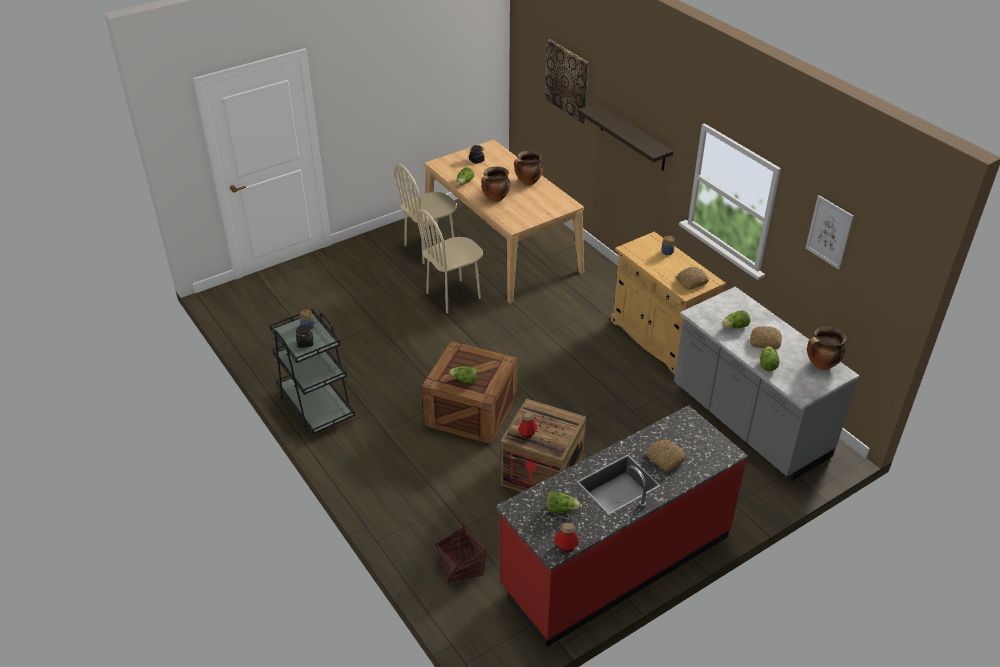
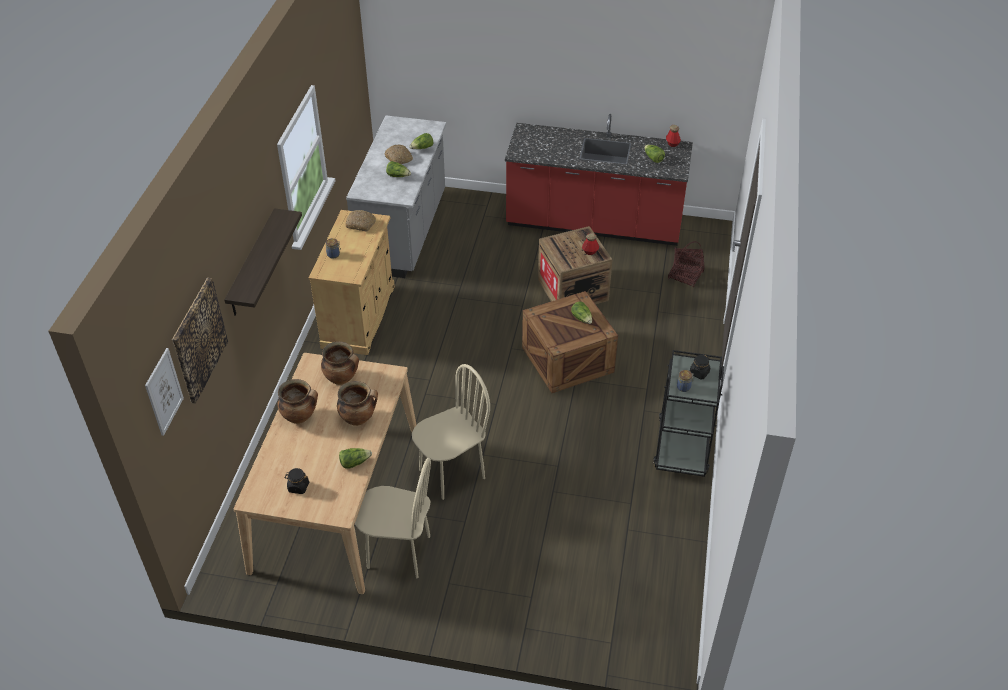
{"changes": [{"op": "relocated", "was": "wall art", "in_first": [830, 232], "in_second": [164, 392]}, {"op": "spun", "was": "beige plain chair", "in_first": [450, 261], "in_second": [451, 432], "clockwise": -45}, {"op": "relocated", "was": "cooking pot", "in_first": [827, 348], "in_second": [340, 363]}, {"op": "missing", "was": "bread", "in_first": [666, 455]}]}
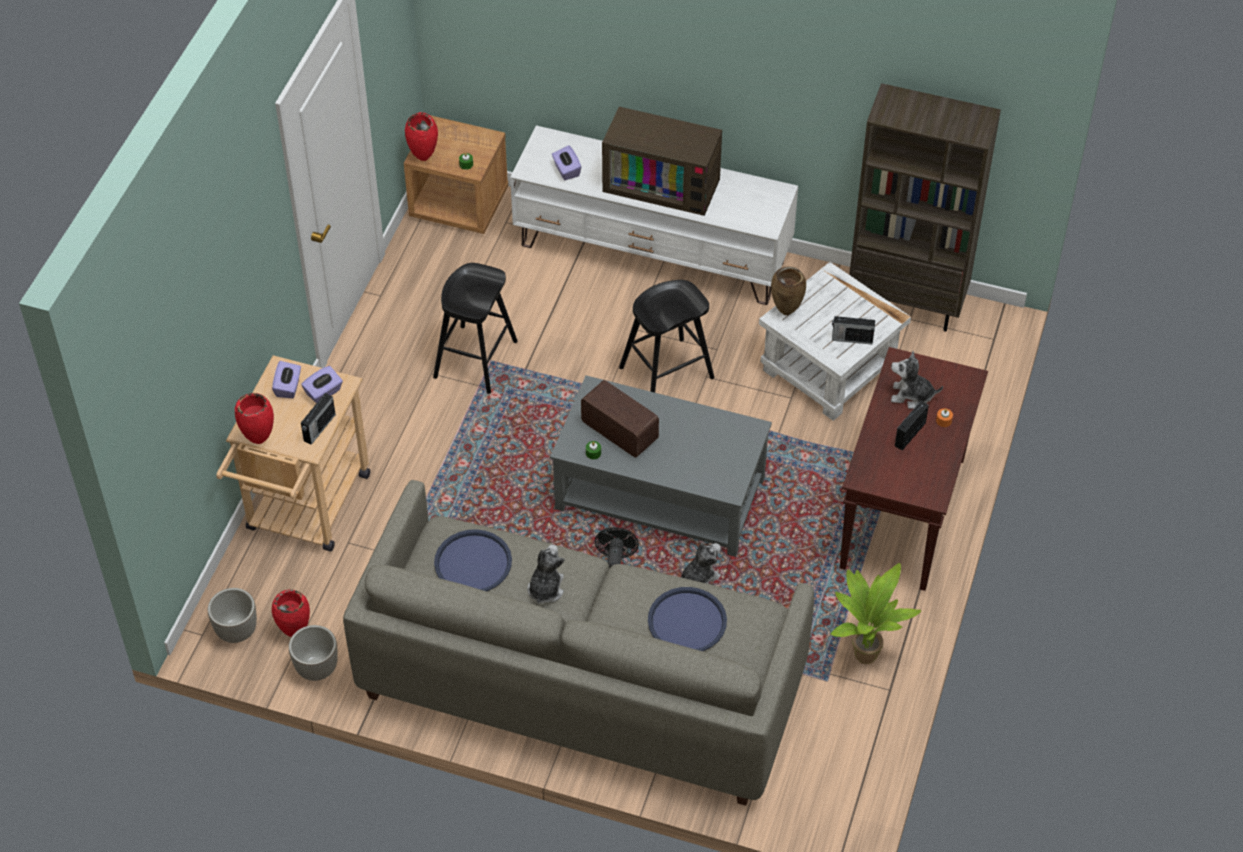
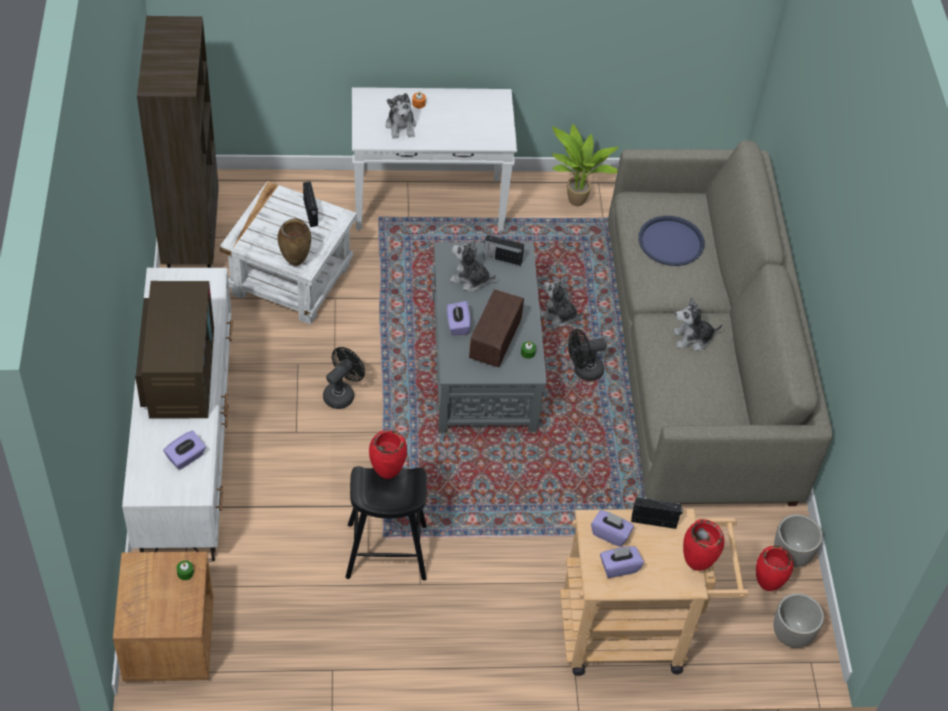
{"changes": [{"op": "relocated", "was": "red vase", "in_first": [421, 136], "in_second": [388, 454]}, {"op": "exchanged", "was": "blackish sitting stool", "now": "blackish cooling fan", "in_first": [667, 336], "in_second": [344, 378]}, {"op": "colour", "was": "brown narrow table", "now": "white narrow table", "in_first": [914, 469], "in_second": [434, 159]}, {"op": "relocated", "was": "radio set", "in_first": [912, 425], "in_second": [503, 251]}, {"op": "missing", "was": "blue-coloured carrying tray", "in_first": [473, 560]}, {"op": "appeared", "now": "cuddly toy", "in_second": [473, 264]}, {"op": "appeared", "now": "purple-coloured tissue holder", "in_second": [459, 318]}]}
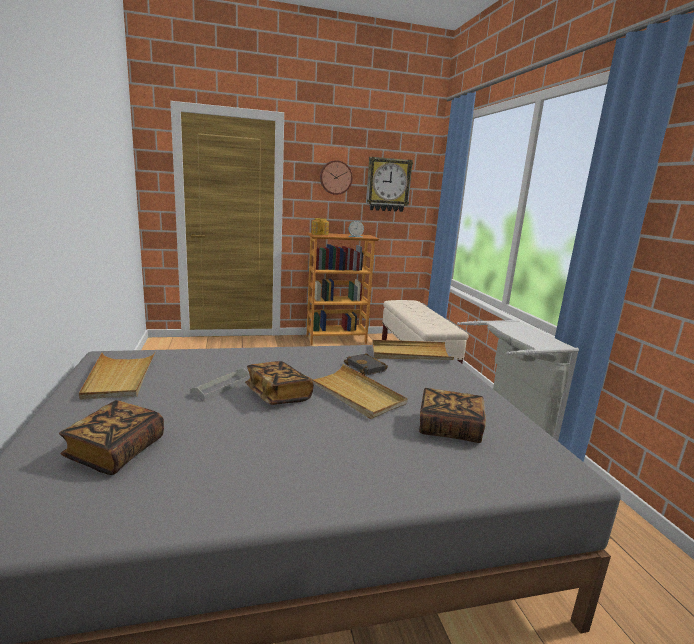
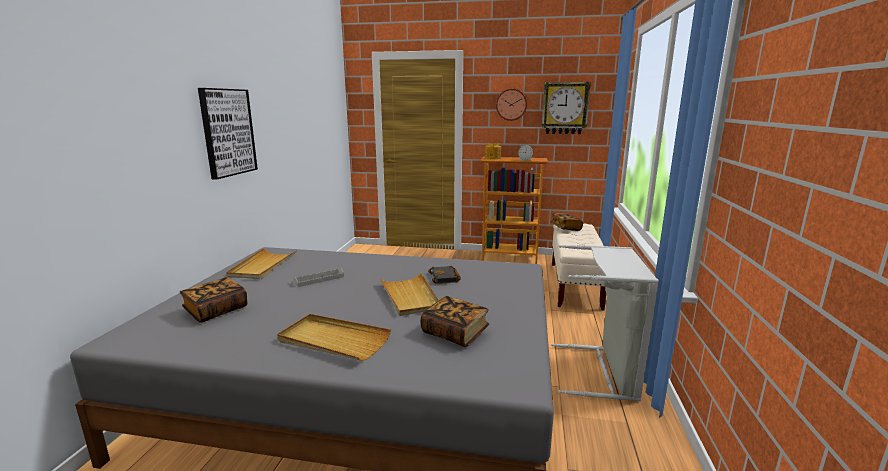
{"changes": [{"op": "relocated", "was": "beige carrying tray", "in_first": [413, 350], "in_second": [334, 337]}, {"op": "relocated", "was": "volume", "in_first": [279, 383], "in_second": [566, 222]}, {"op": "appeared", "now": "wall art", "in_second": [228, 134]}]}
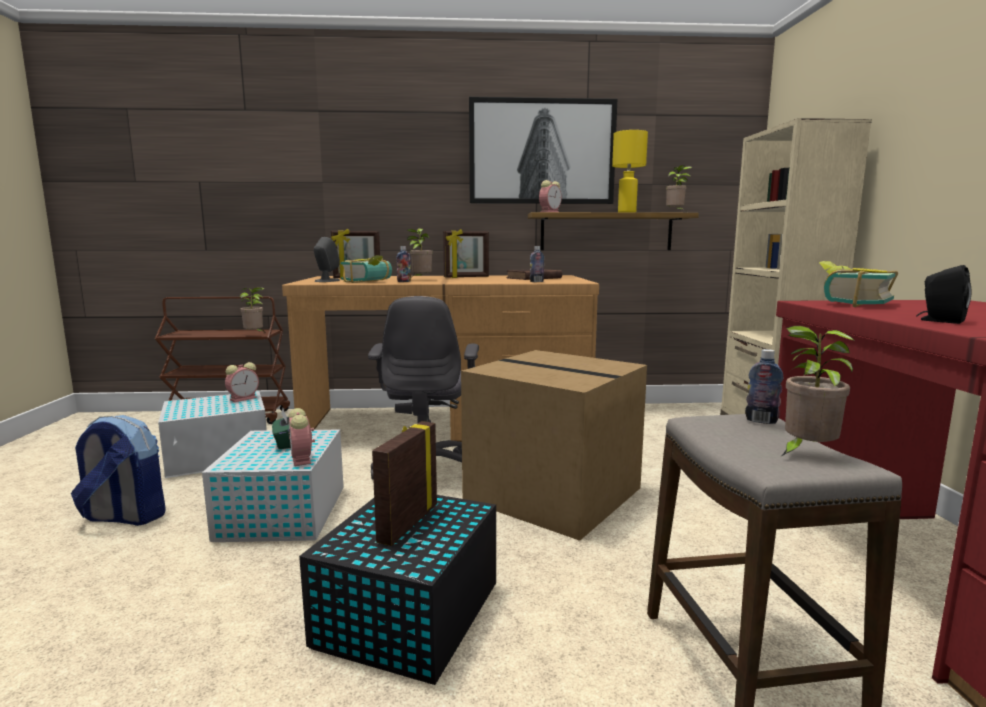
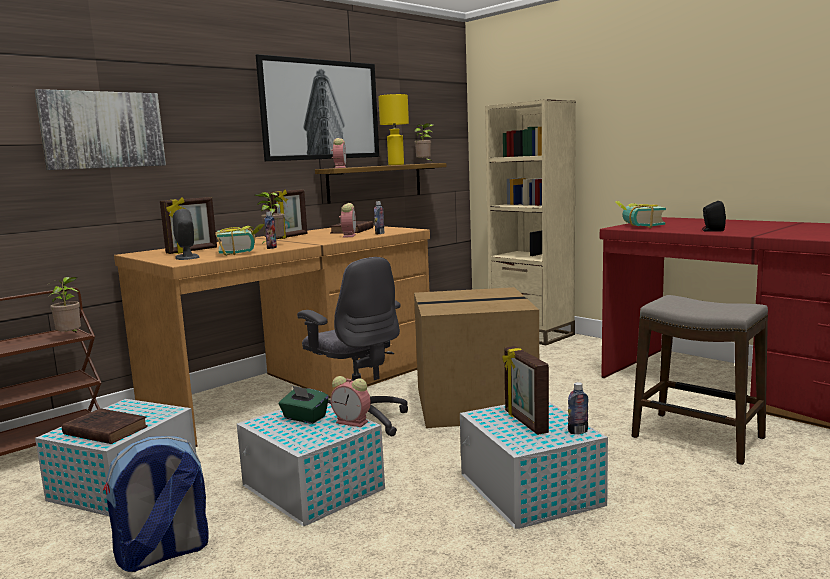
{"changes": [{"op": "missing", "was": "plant in a pot", "in_first": [818, 391]}, {"op": "relocated", "was": "drink bottle", "in_first": [764, 386], "in_second": [578, 408]}, {"op": "relocated", "was": "table clock", "in_first": [242, 382], "in_second": [347, 220]}, {"op": "colour", "was": "blackish storage bin", "now": "white storage bin", "in_first": [397, 590], "in_second": [534, 465]}, {"op": "appeared", "now": "wall art", "in_second": [100, 129]}, {"op": "appeared", "now": "brown volume", "in_second": [105, 426]}]}
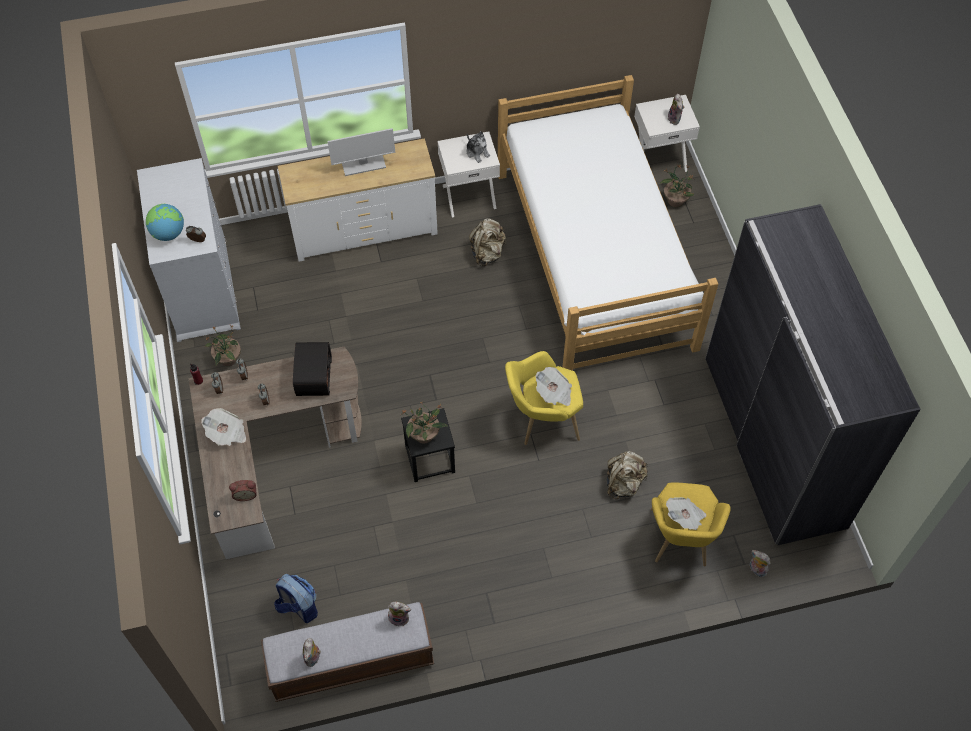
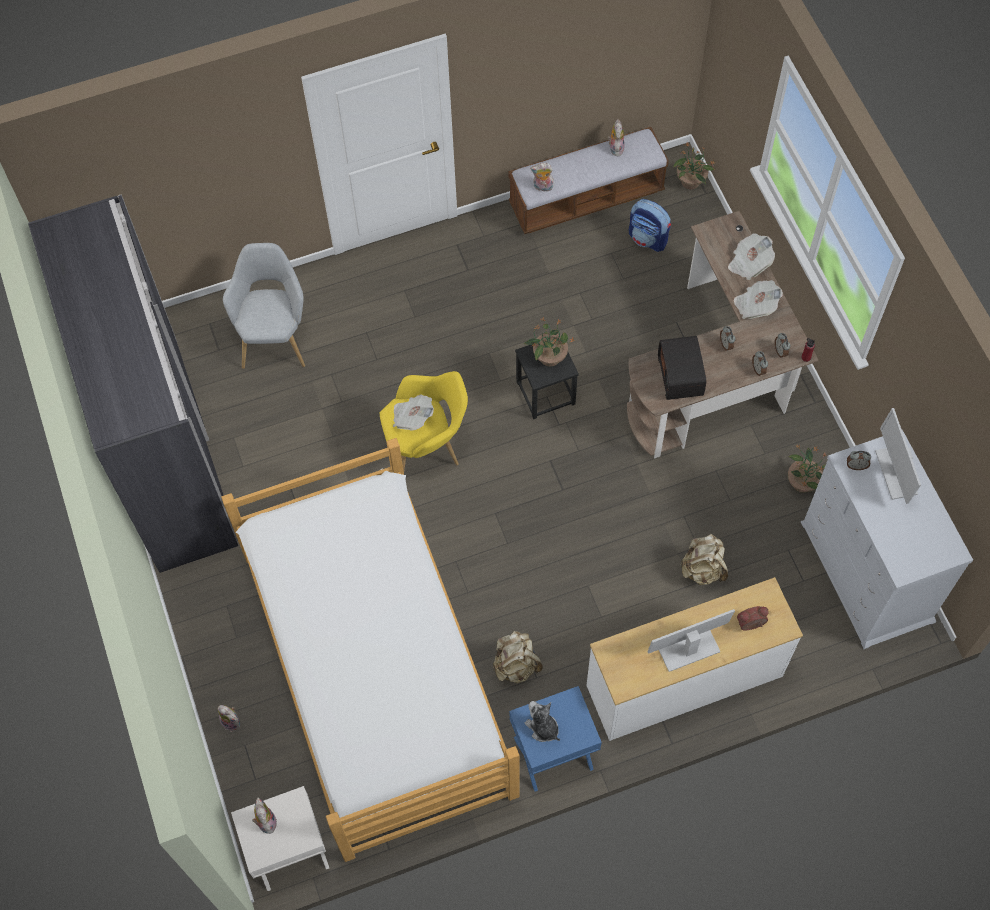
{"changes": [{"op": "colour", "was": "white bedside table", "now": "blue-coloured bedside table", "in_first": [468, 174], "in_second": [555, 739]}, {"op": "relocated", "was": "plant in a pot", "in_first": [677, 185], "in_second": [694, 165]}, {"op": "exchanged", "was": "globe", "now": "monitor", "in_first": [165, 222], "in_second": [898, 456]}, {"op": "relocated", "was": "beige knapsack", "in_first": [627, 475], "in_second": [704, 559]}, {"op": "relocated", "was": "table clock", "in_first": [243, 490], "in_second": [753, 618]}, {"op": "colour", "was": "yellow armchair", "now": "grey armchair", "in_first": [691, 524], "in_second": [264, 306]}, {"op": "relocated", "was": "printed paper", "in_first": [686, 513], "in_second": [751, 256]}, {"op": "relocated", "was": "cuddly toy", "in_first": [760, 563], "in_second": [229, 718]}]}
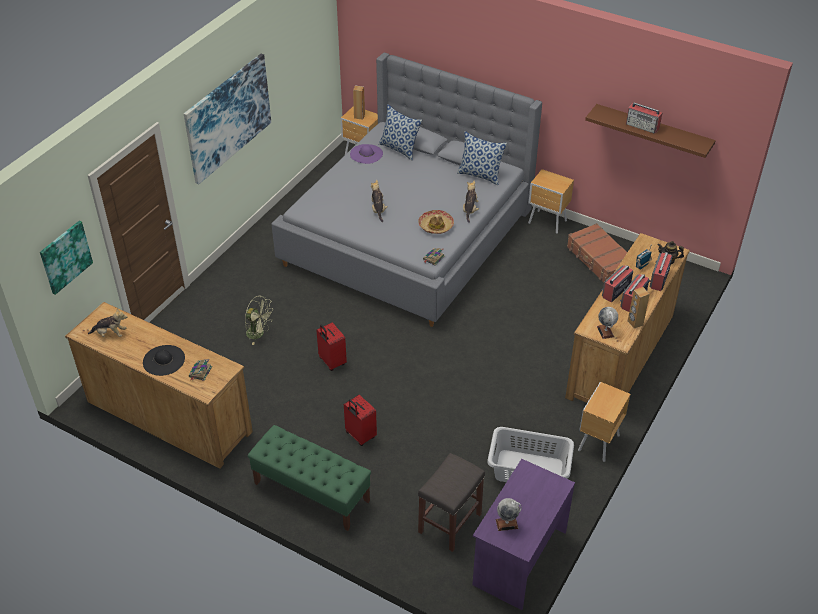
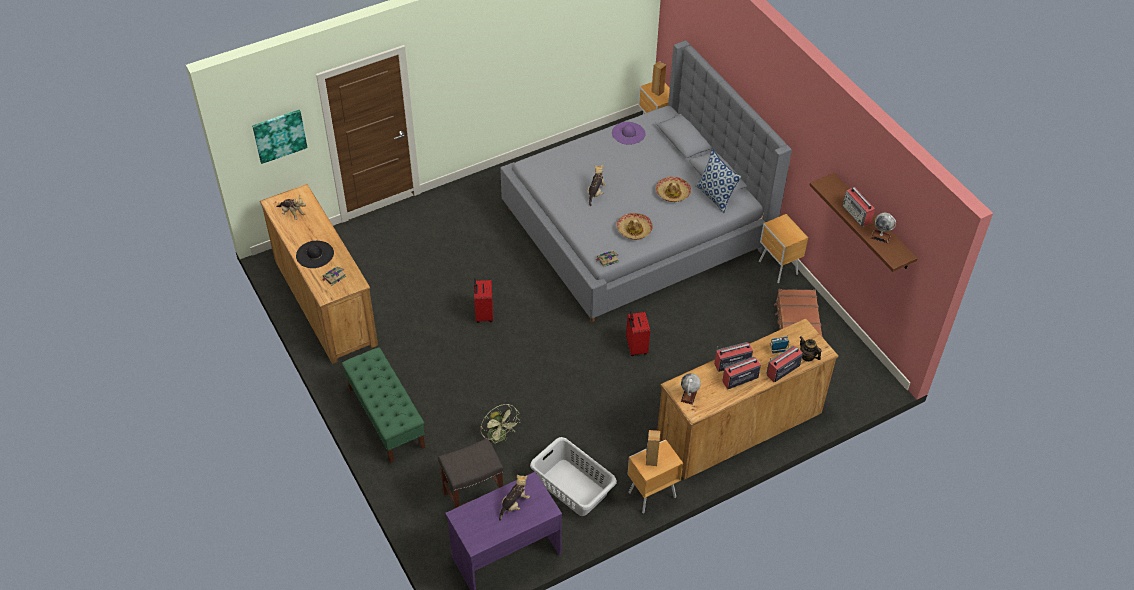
{"changes": [{"op": "missing", "was": "wall art", "in_first": [227, 119]}, {"op": "missing", "was": "cushion", "in_first": [400, 132]}, {"op": "relocated", "was": "cuddly toy", "in_first": [471, 201], "in_second": [514, 498]}, {"op": "relocated", "was": "brown audio speaker", "in_first": [639, 307], "in_second": [653, 448]}, {"op": "relocated", "was": "greenish cooling fan", "in_first": [259, 320], "in_second": [499, 423]}, {"op": "relocated", "was": "red suitcase", "in_first": [360, 420], "in_second": [638, 334]}, {"op": "relocated", "was": "globe", "in_first": [509, 514], "in_second": [883, 228]}, {"op": "appeared", "now": "clothing hat", "in_second": [673, 189]}]}
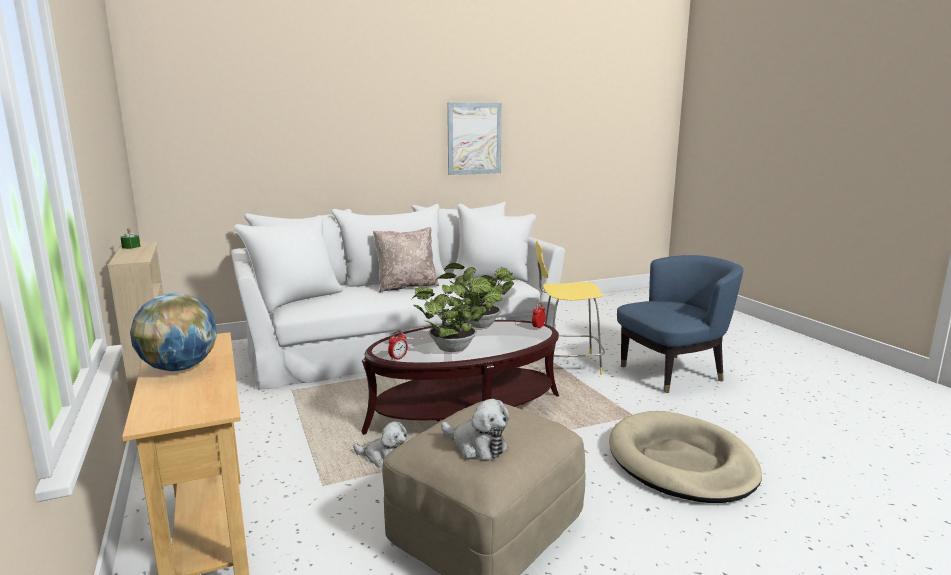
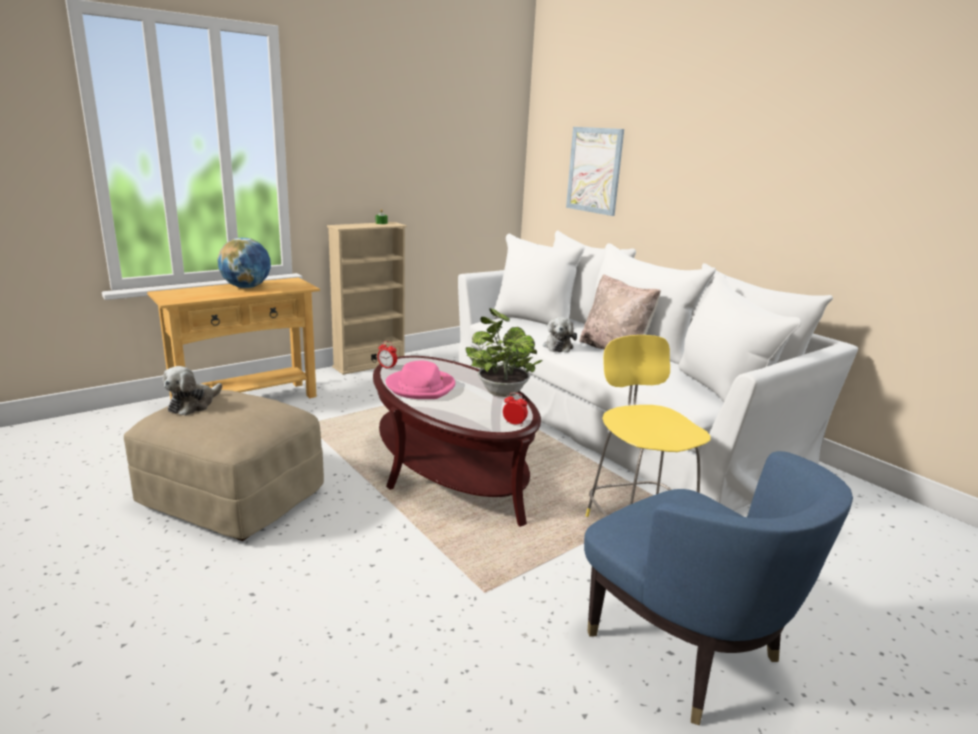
{"changes": [{"op": "relocated", "was": "wall art", "in_first": [474, 138], "in_second": [595, 171]}, {"op": "exchanged", "was": "plant in a pot", "now": "pink clothing hat", "in_first": [457, 314], "in_second": [420, 380]}, {"op": "missing", "was": "beige pet bed", "in_first": [685, 457]}, {"op": "relocated", "was": "cuddly toy", "in_first": [380, 445], "in_second": [560, 334]}]}
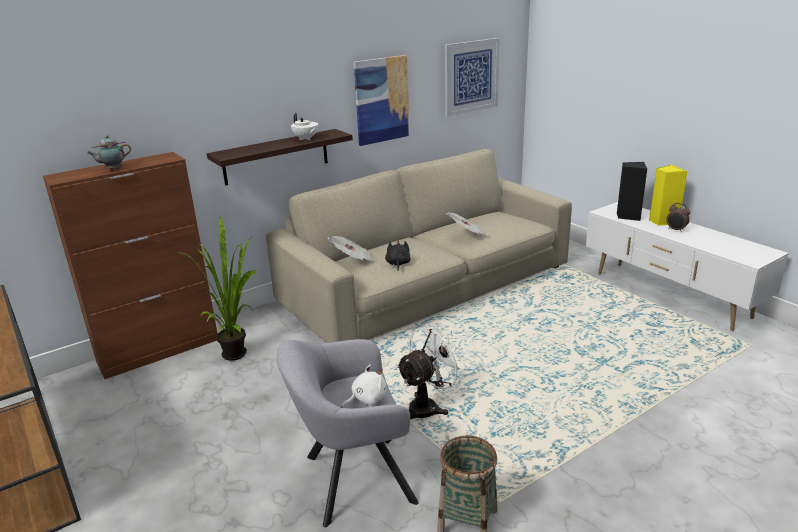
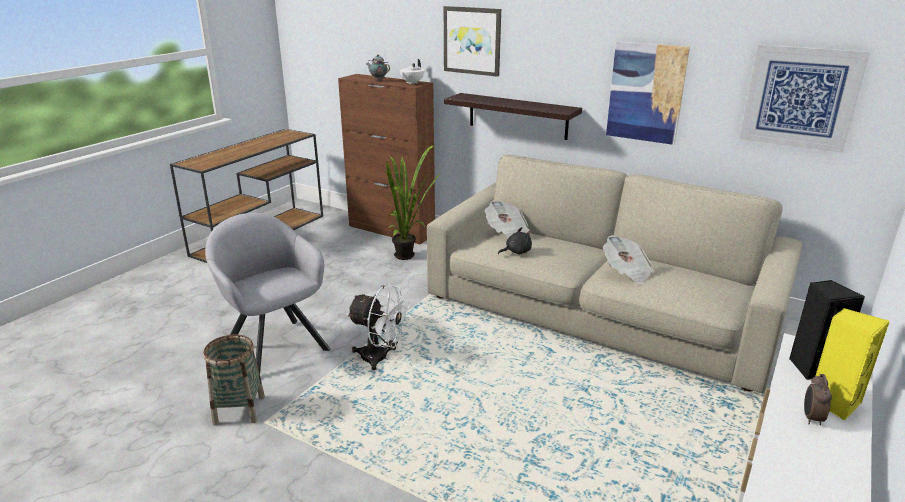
{"changes": [{"op": "relocated", "was": "white pot for tea", "in_first": [304, 126], "in_second": [412, 71]}, {"op": "missing", "was": "white cuddly toy", "in_first": [364, 386]}, {"op": "appeared", "now": "wall art", "in_second": [472, 41]}]}
